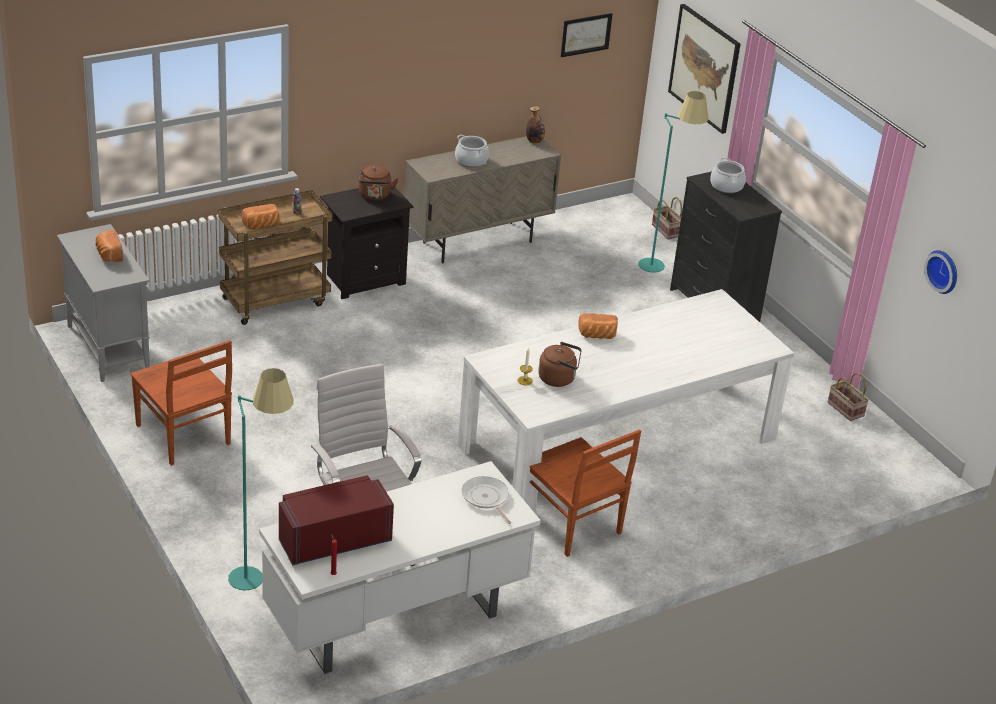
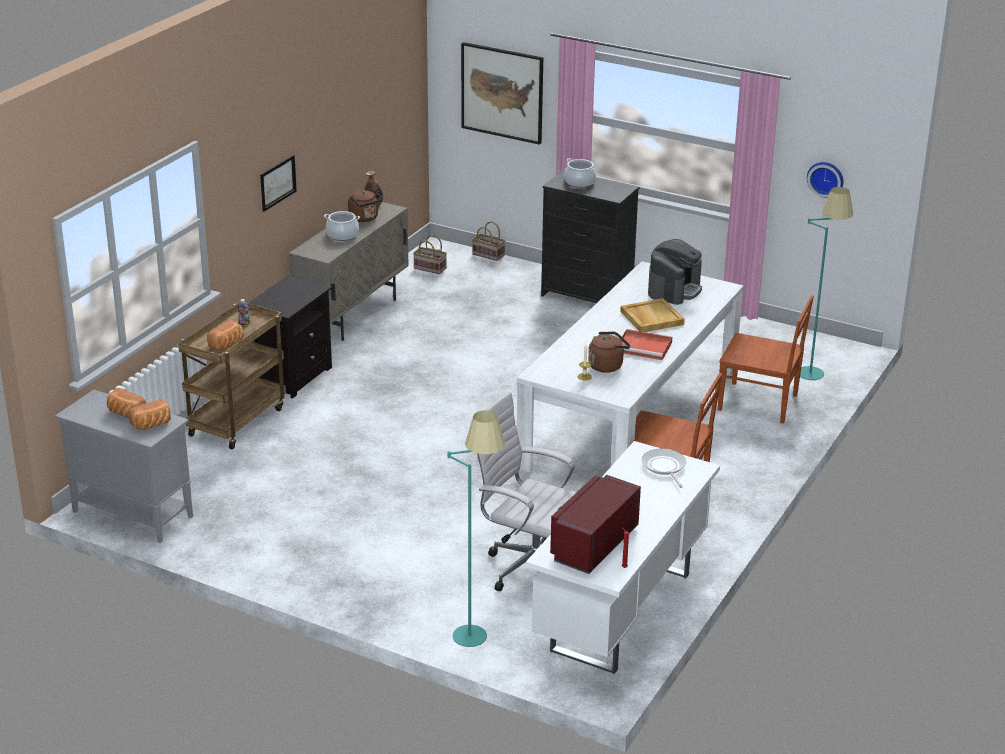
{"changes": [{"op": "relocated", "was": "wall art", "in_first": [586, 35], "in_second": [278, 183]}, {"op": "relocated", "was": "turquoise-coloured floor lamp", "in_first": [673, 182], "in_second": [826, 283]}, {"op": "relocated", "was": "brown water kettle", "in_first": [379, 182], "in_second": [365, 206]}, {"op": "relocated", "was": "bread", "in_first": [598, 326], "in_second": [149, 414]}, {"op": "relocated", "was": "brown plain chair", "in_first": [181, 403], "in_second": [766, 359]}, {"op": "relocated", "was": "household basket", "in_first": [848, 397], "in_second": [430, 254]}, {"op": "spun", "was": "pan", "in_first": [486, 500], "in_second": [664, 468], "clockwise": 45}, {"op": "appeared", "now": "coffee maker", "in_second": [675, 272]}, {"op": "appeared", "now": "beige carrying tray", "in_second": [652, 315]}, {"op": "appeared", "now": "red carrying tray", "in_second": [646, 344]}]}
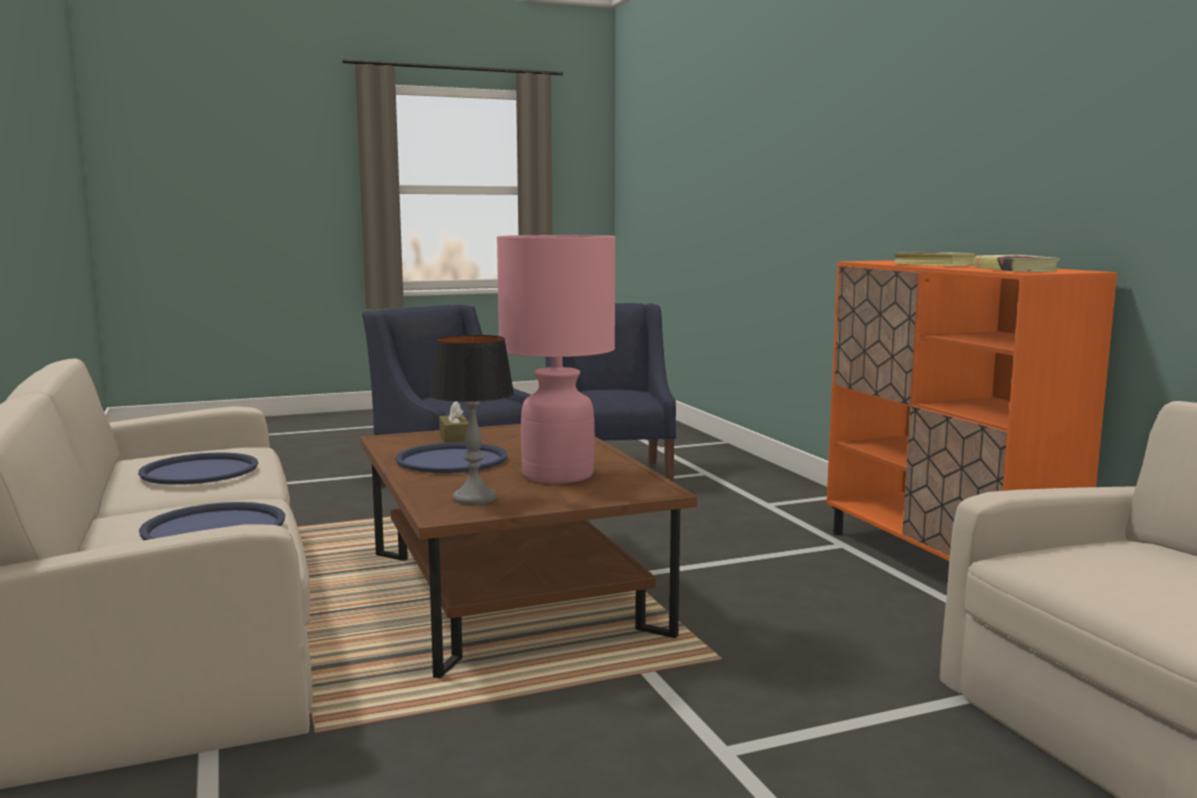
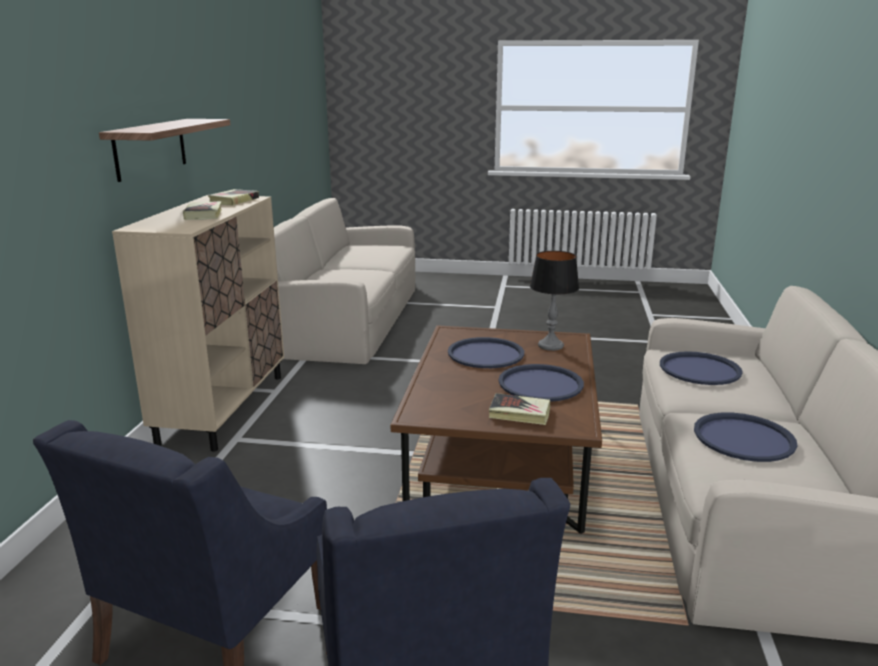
{"changes": [{"op": "exchanged", "was": "pink lamp for a table", "now": "blue-coloured carrying tray", "in_first": [556, 359], "in_second": [486, 352]}, {"op": "colour", "was": "orangey cabinet", "now": "beige cabinet", "in_first": [972, 410], "in_second": [198, 323]}, {"op": "exchanged", "was": "brown tissue holder", "now": "volume", "in_first": [453, 422], "in_second": [519, 409]}, {"op": "appeared", "now": "bracket shelf", "in_second": [164, 150]}]}
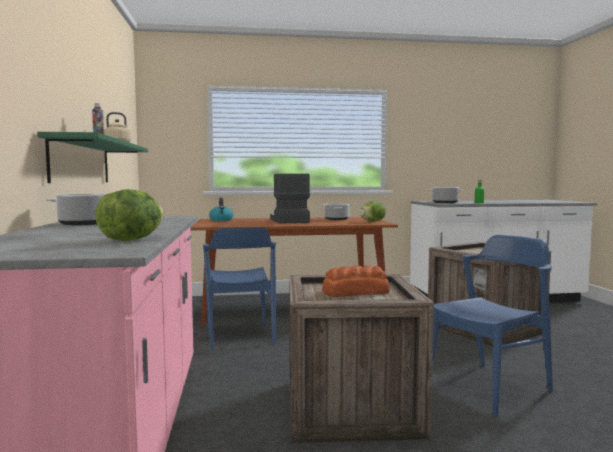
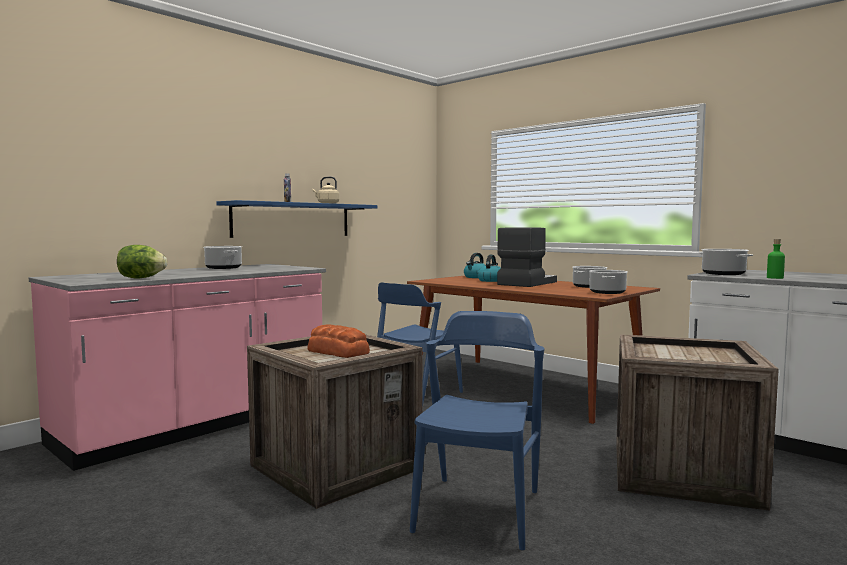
{"changes": [{"op": "colour", "was": "greenish bracket shelf", "now": "blue-coloured bracket shelf", "in_first": [92, 157], "in_second": [297, 219]}, {"op": "exchanged", "was": "head of lettuce", "now": "cooking pot", "in_first": [372, 211], "in_second": [608, 282]}, {"op": "spun", "was": "blue-coloured plain chair", "in_first": [492, 326], "in_second": [477, 430], "clockwise": -90}, {"op": "appeared", "now": "water kettle", "in_second": [489, 268]}]}
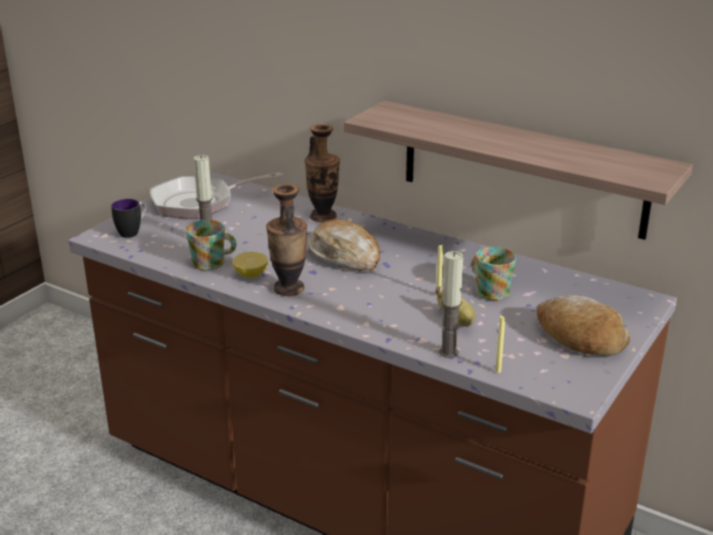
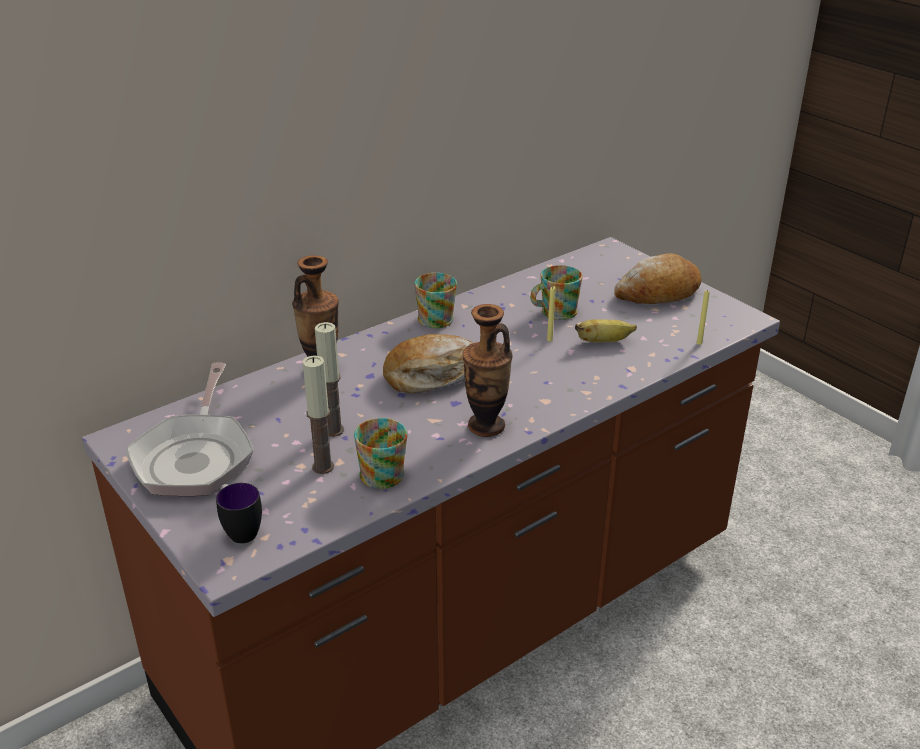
{"changes": [{"op": "missing", "was": "bracket shelf", "in_first": [518, 170]}, {"op": "relocated", "was": "wax candle", "in_first": [451, 304], "in_second": [329, 379]}, {"op": "missing", "was": "lemon", "in_first": [250, 265]}, {"op": "appeared", "now": "mug", "in_second": [436, 300]}]}
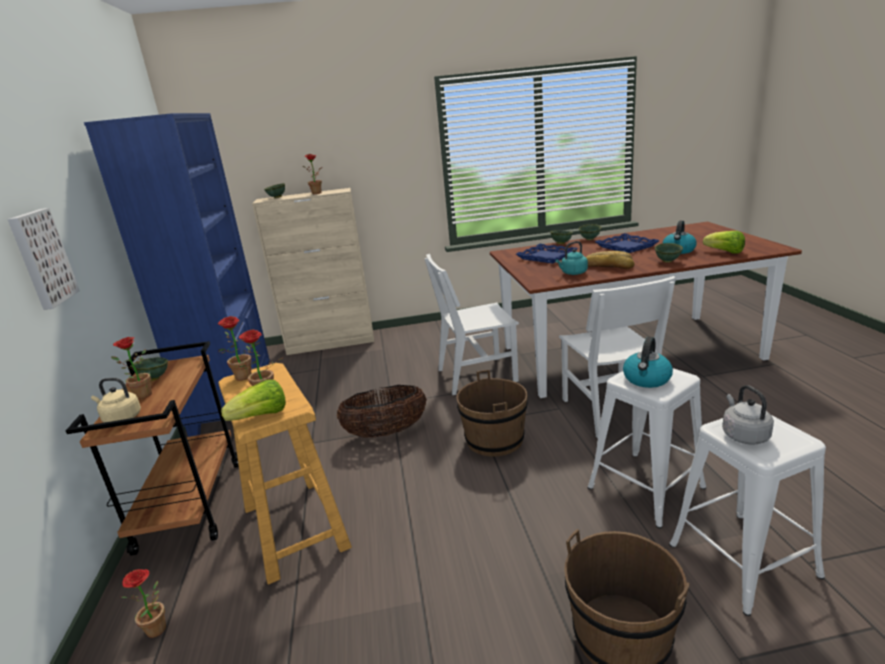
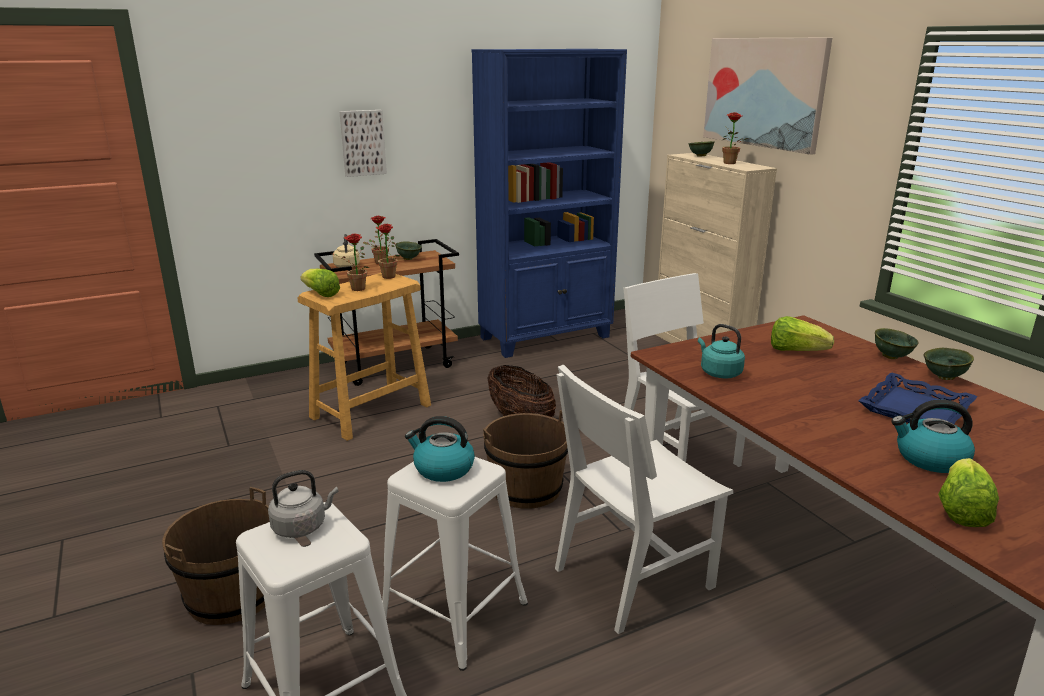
{"changes": [{"op": "missing", "was": "greenish serving bowl", "in_first": [669, 253]}, {"op": "exchanged", "was": "blue-coloured carrying tray", "now": "head of lettuce", "in_first": [547, 254], "in_second": [802, 333]}, {"op": "missing", "was": "bread", "in_first": [610, 260]}, {"op": "missing", "was": "plant in a pot", "in_first": [143, 603]}, {"op": "appeared", "now": "wall art", "in_second": [767, 96]}]}
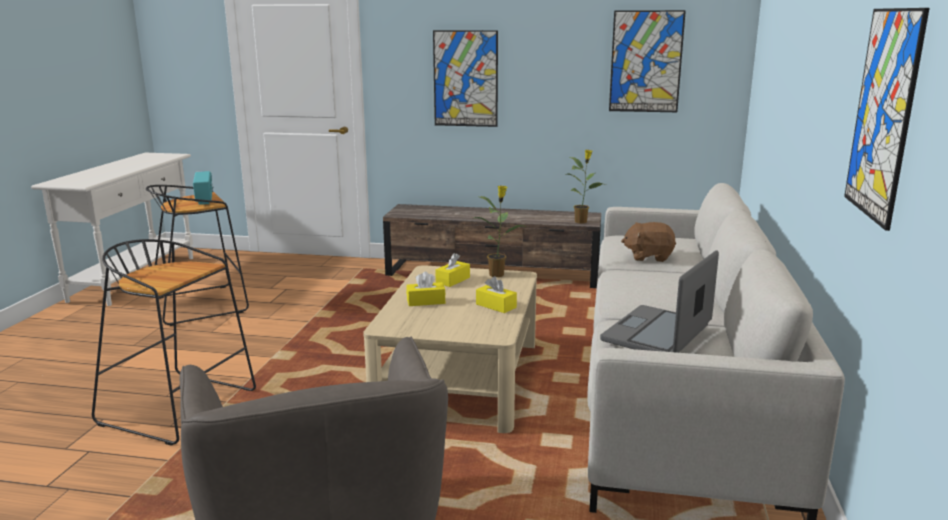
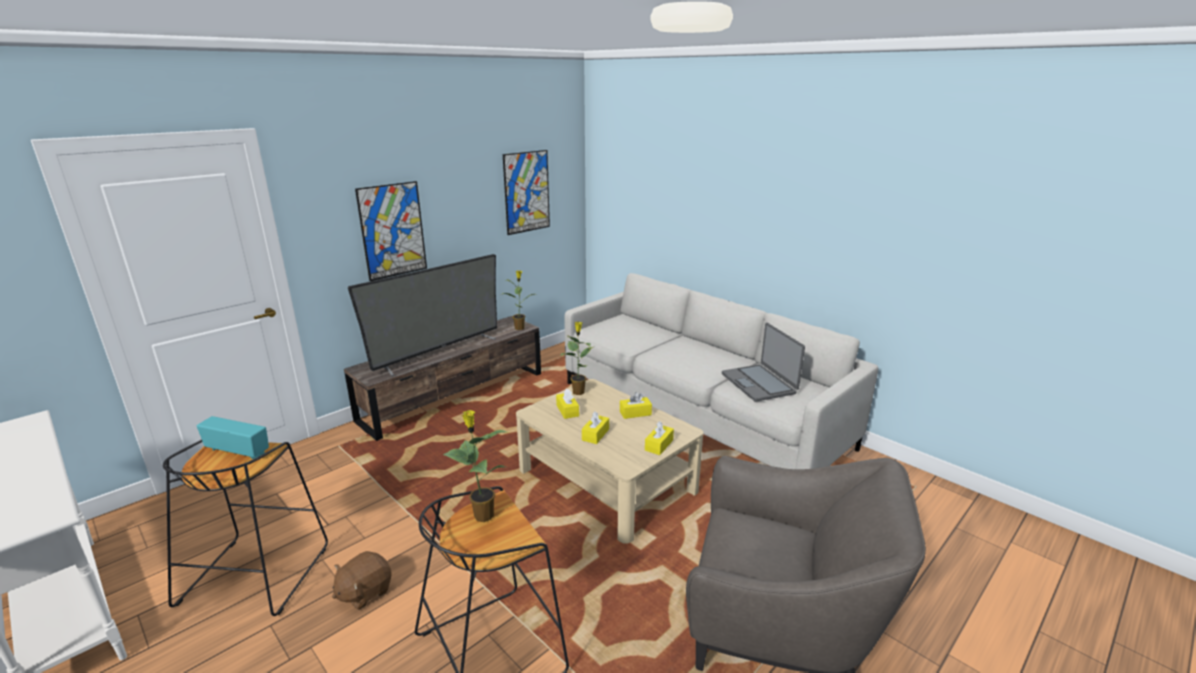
{"changes": [{"op": "missing", "was": "wall art", "in_first": [886, 119]}, {"op": "relocated", "was": "brown cuddly toy", "in_first": [648, 242], "in_second": [361, 580]}, {"op": "appeared", "now": "TV set", "in_second": [422, 315]}, {"op": "appeared", "now": "plant in a pot", "in_second": [476, 466]}, {"op": "appeared", "now": "yellow tissue holder", "in_second": [659, 438]}]}
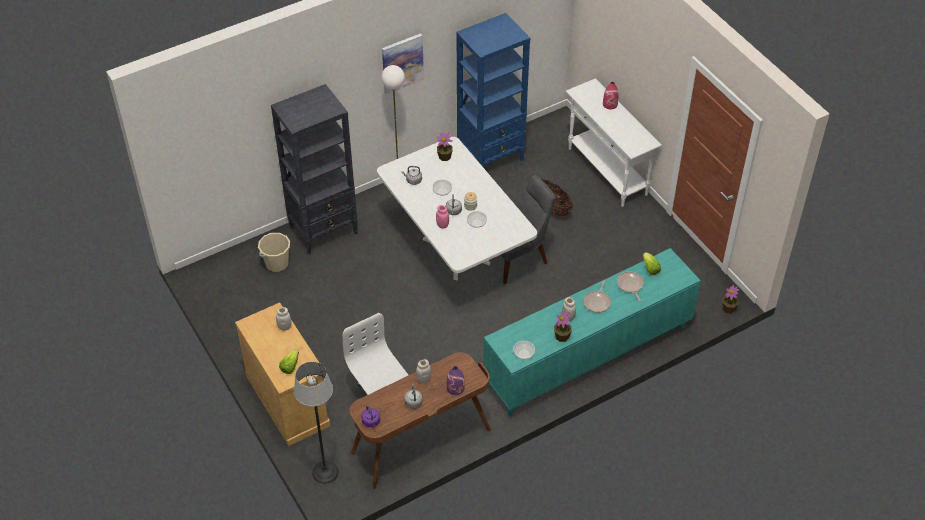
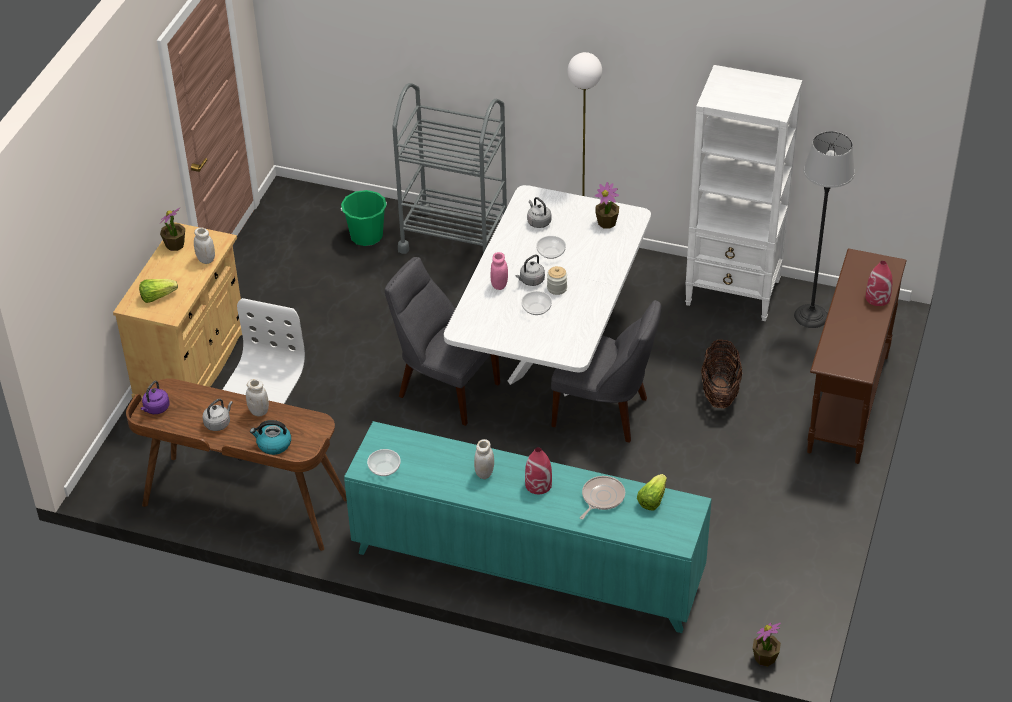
{"changes": [{"op": "colour", "was": "blue-coloured shelving unit", "now": "white shelving unit", "in_first": [493, 90], "in_second": [744, 193]}, {"op": "missing", "was": "wall art", "in_first": [403, 64]}, {"op": "colour", "was": "white narrow table", "now": "brown narrow table", "in_first": [614, 142], "in_second": [857, 356]}, {"op": "exchanged", "was": "blackish shelving unit", "now": "grey trolley", "in_first": [314, 169], "in_second": [449, 171]}, {"op": "colour", "was": "beige bucket", "now": "greenish bucket", "in_first": [274, 252], "in_second": [364, 218]}, {"op": "exchanged", "was": "pan", "now": "red vase", "in_first": [597, 297], "in_second": [538, 470]}, {"op": "relocated", "was": "plant in a pot", "in_first": [563, 326], "in_second": [172, 229]}, {"op": "relocated", "was": "floor lamp", "in_first": [316, 423], "in_second": [824, 229]}, {"op": "exchanged", "was": "purple-coloured vase", "now": "water kettle", "in_first": [456, 380], "in_second": [270, 437]}, {"op": "appeared", "now": "grey plain chair", "in_second": [442, 341]}]}
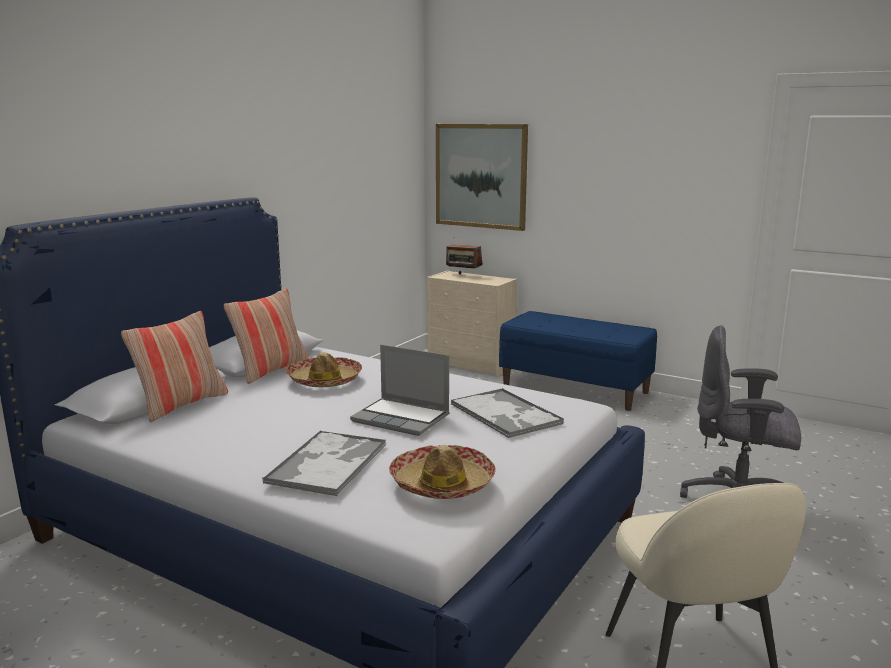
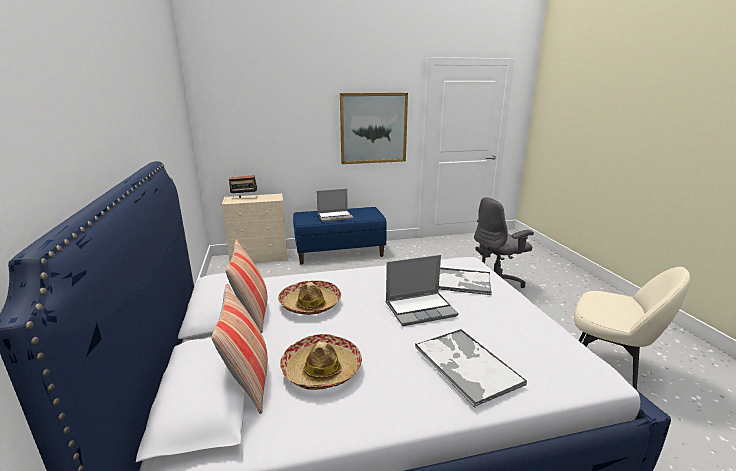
{"changes": [{"op": "relocated", "was": "wall art", "in_first": [482, 177], "in_second": [374, 128]}, {"op": "relocated", "was": "clothing hat", "in_first": [442, 472], "in_second": [321, 362]}, {"op": "appeared", "now": "portable computer", "in_second": [335, 205]}]}
